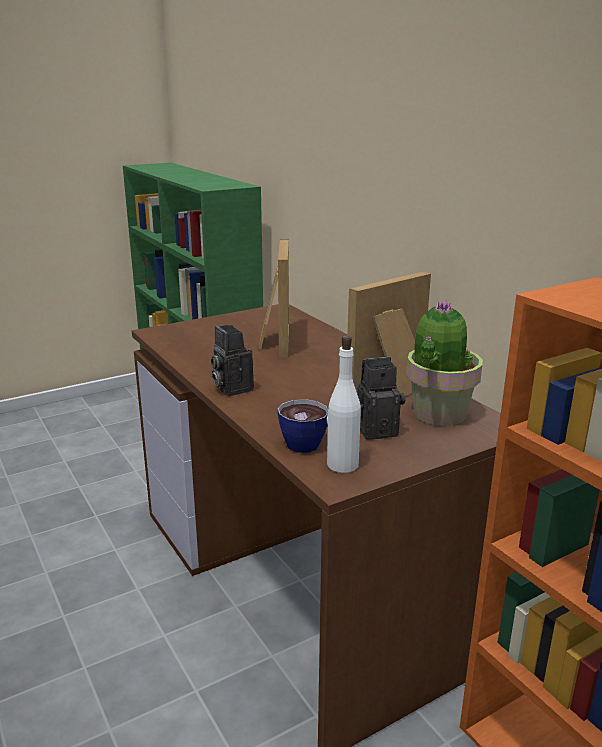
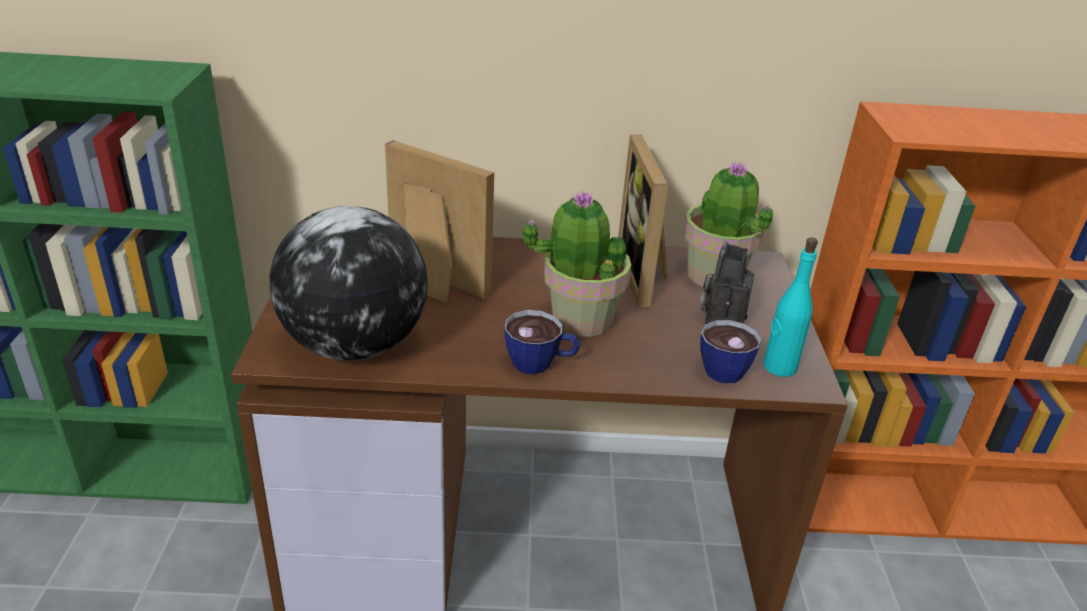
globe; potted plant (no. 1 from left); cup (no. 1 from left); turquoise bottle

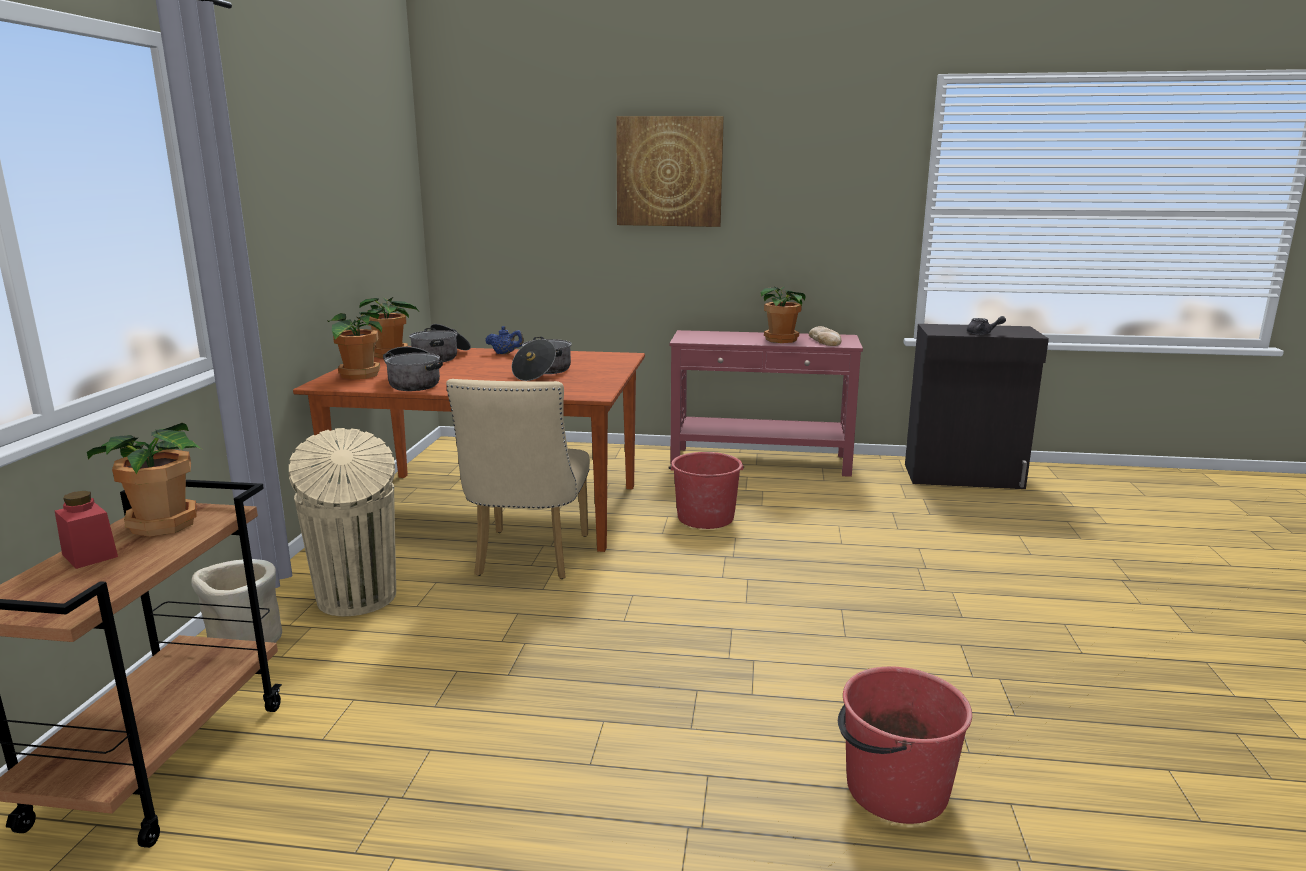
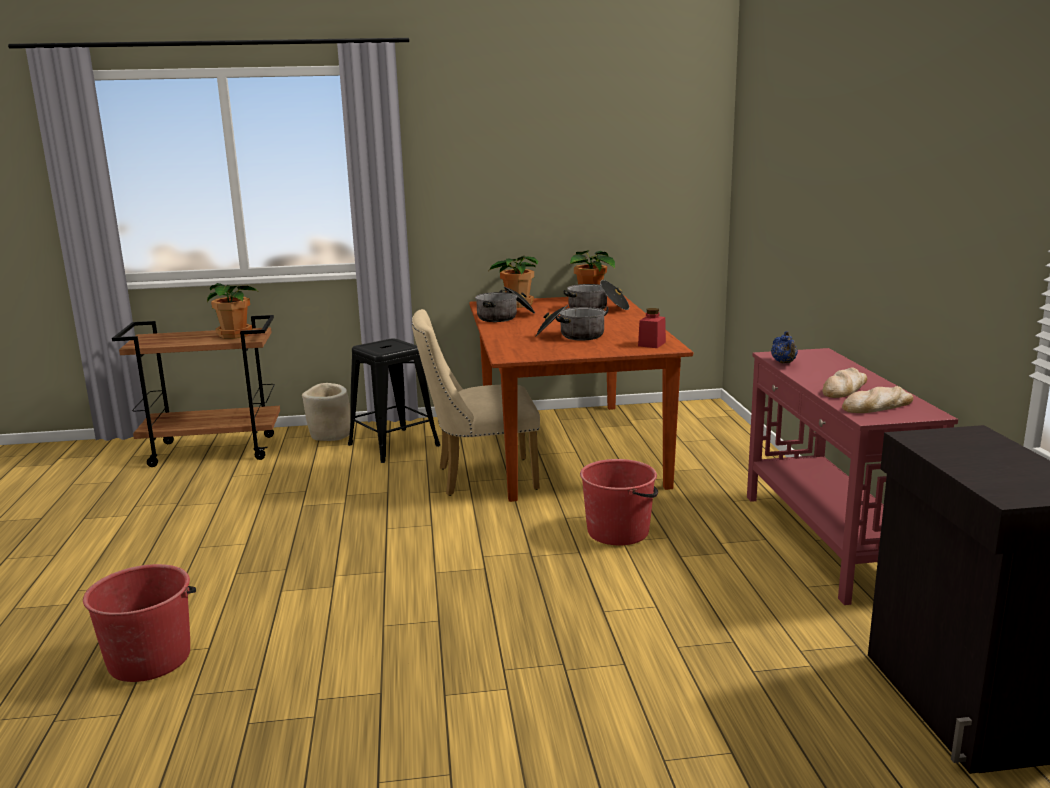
picture; grey teapot; red jar; blue teapot; black stool; bread (no. 1 from left)

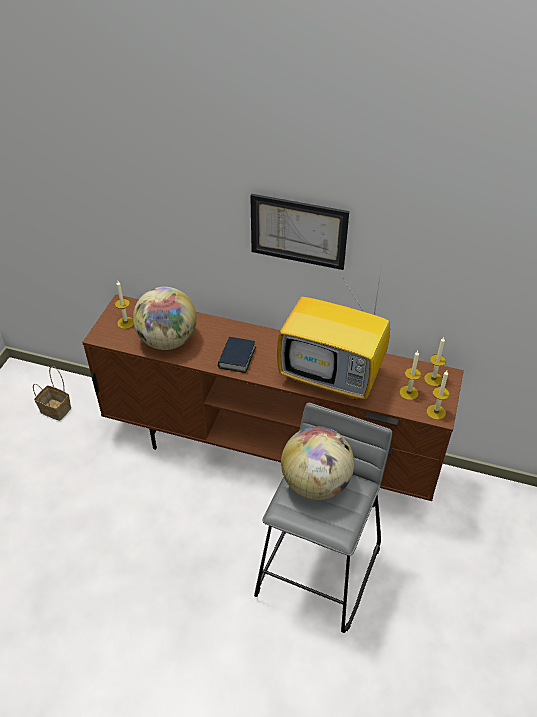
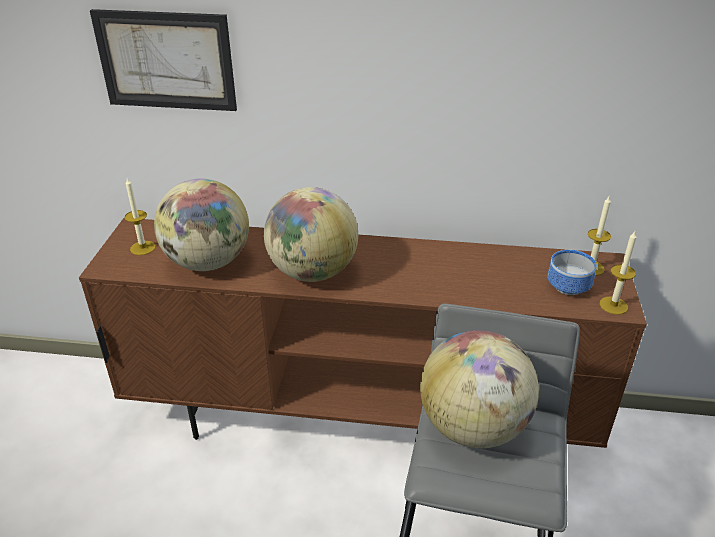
basket; television; picture; globe (no. 2 from left); bowl

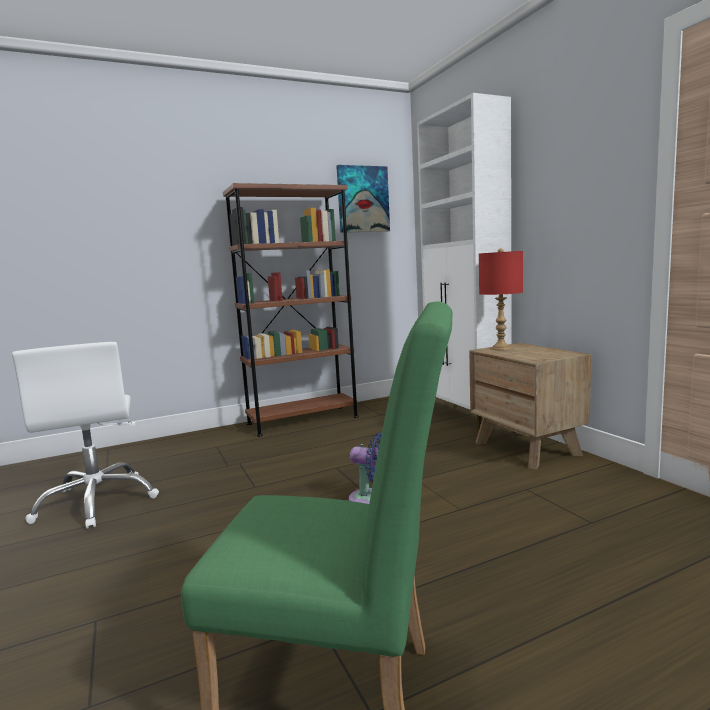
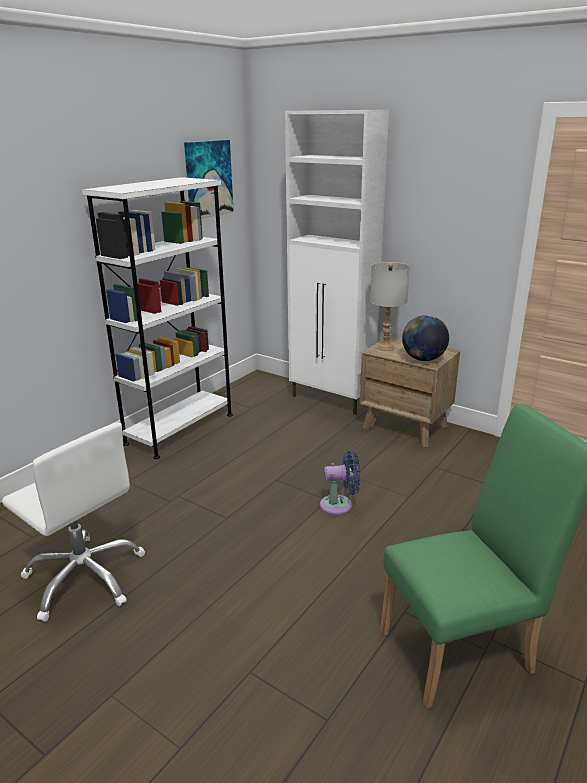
globe; white bookcase; grey table lamp

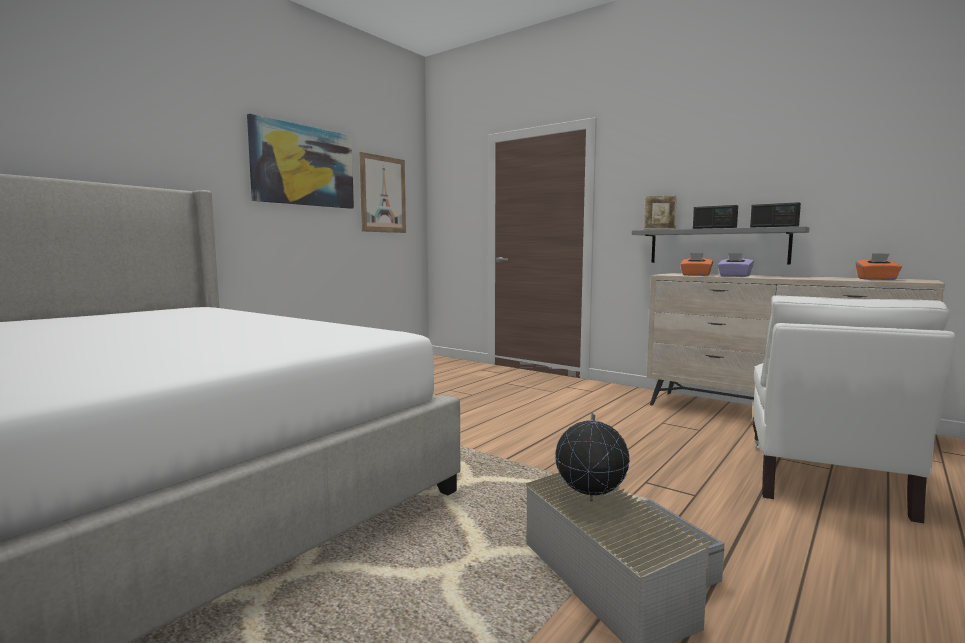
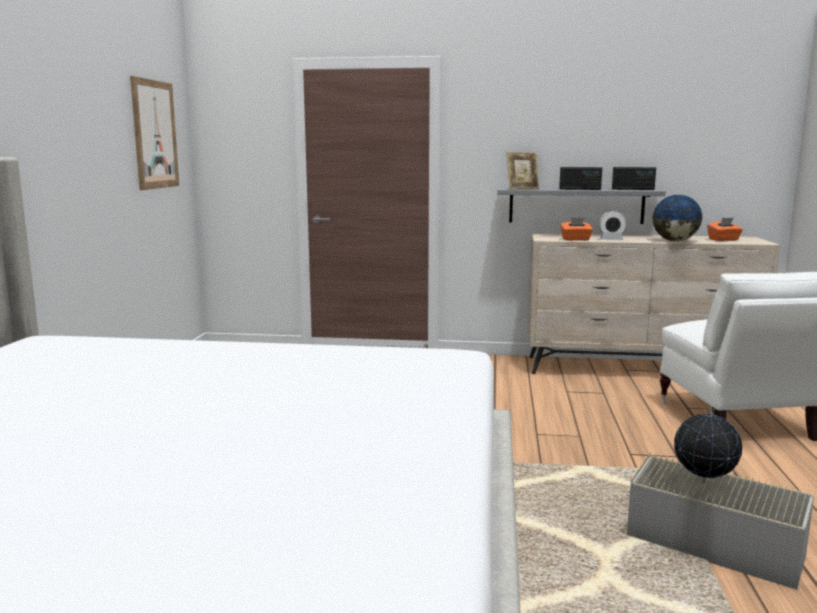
picture (no. 1 from left in the first image); globe (no. 1 from left); alarm clock

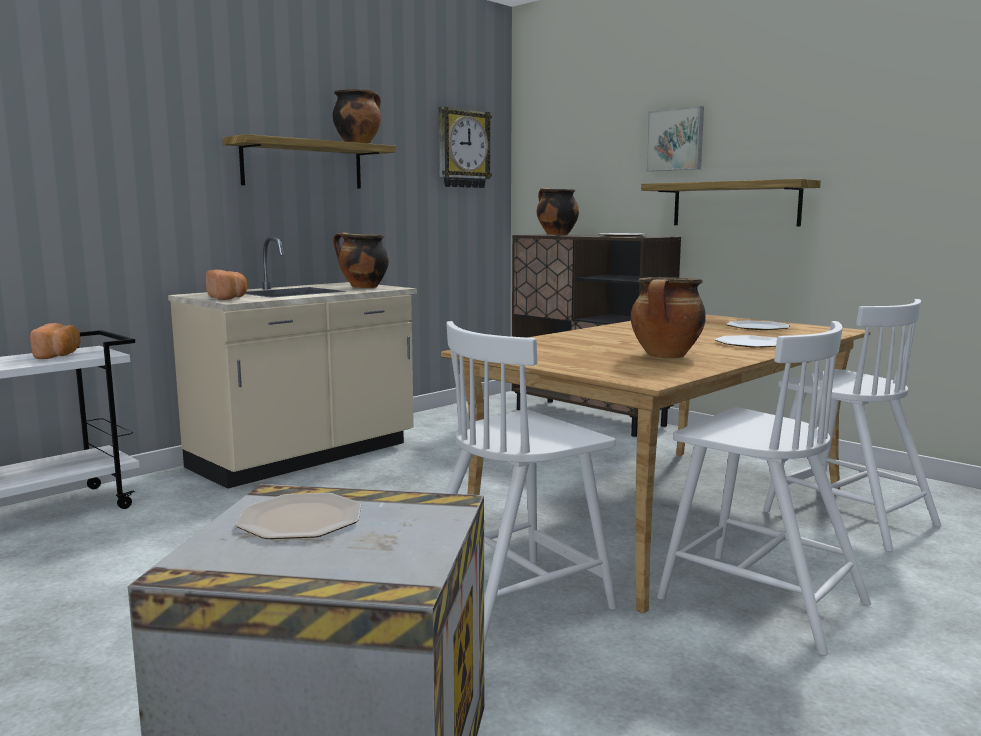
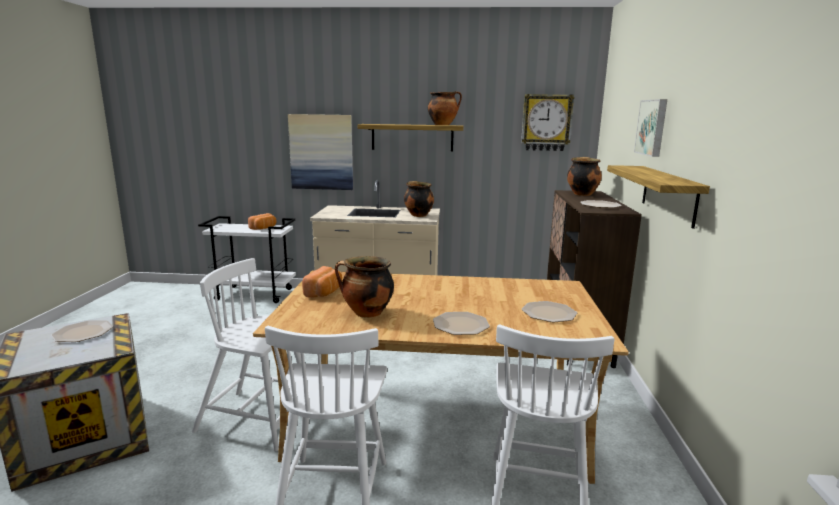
picture (no. 1 from left); bread (no. 2 from left)

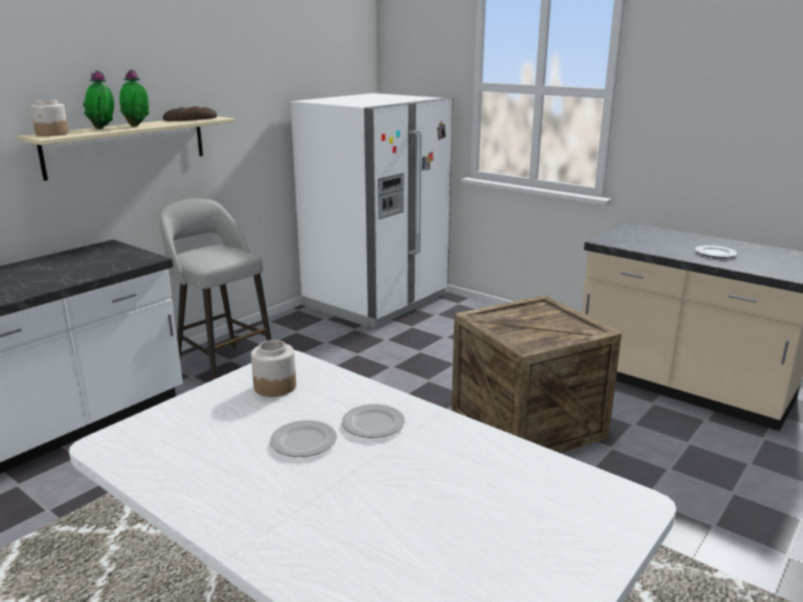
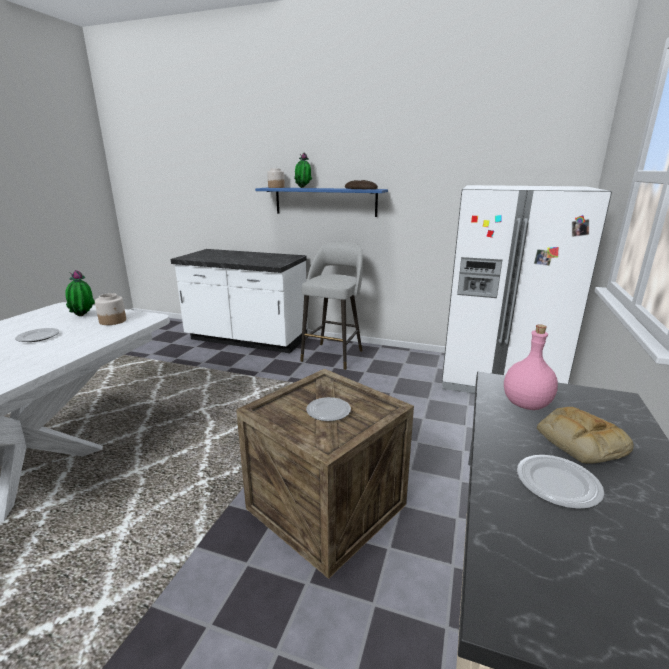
pink bottle; bread (no. 2 from left); potted plant (no. 1 from left); plate (no. 2 from left); blue shelf

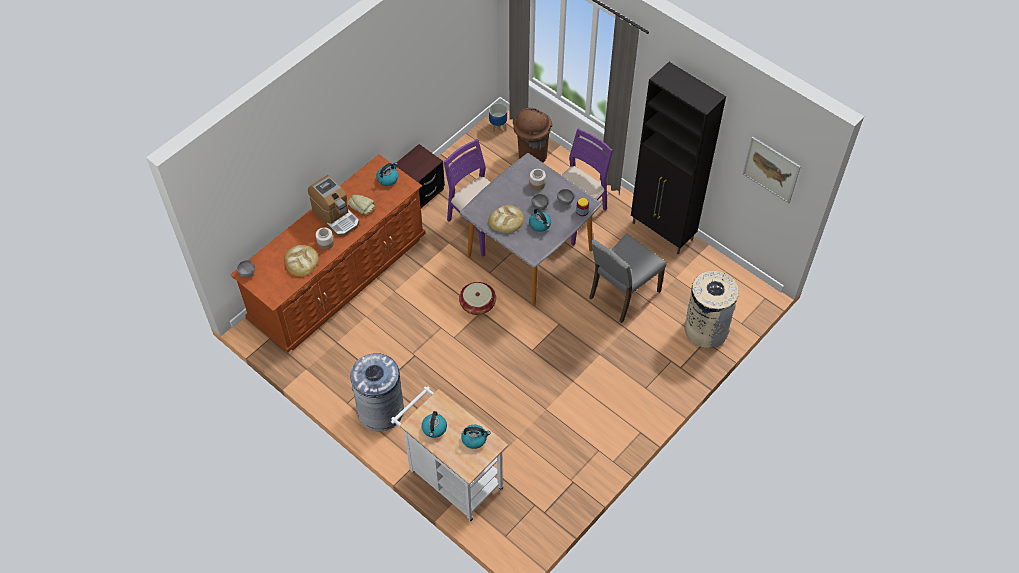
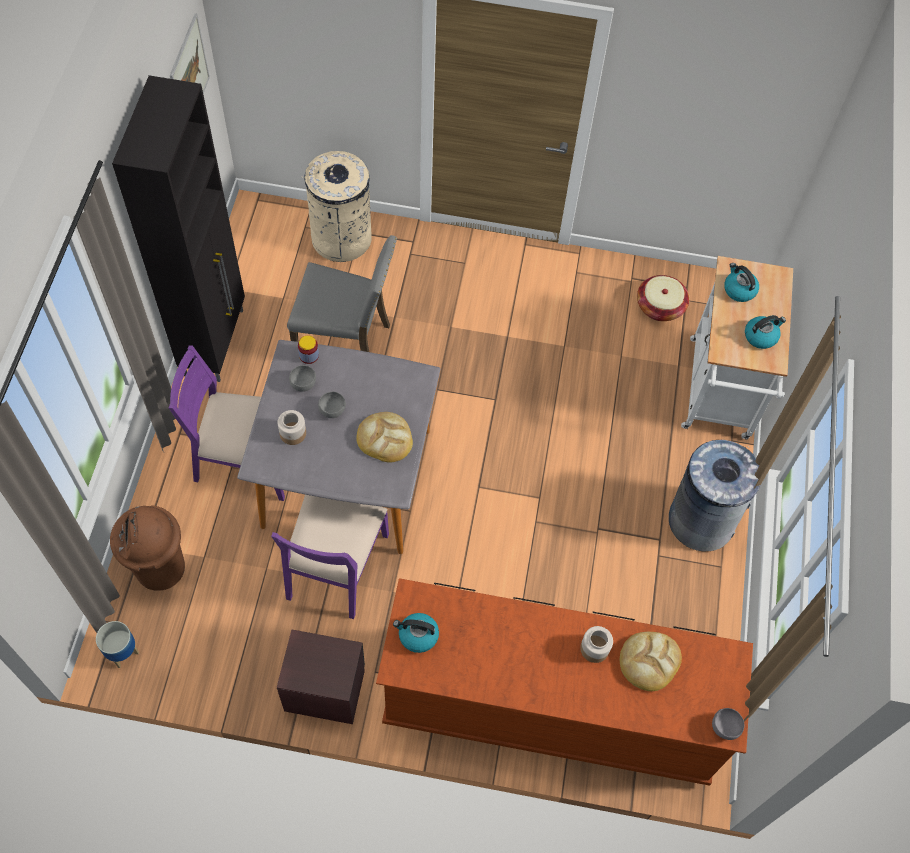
coffee machine; bread (no. 2 from left in the first image); kettle (no. 4 from left in the first image); basket

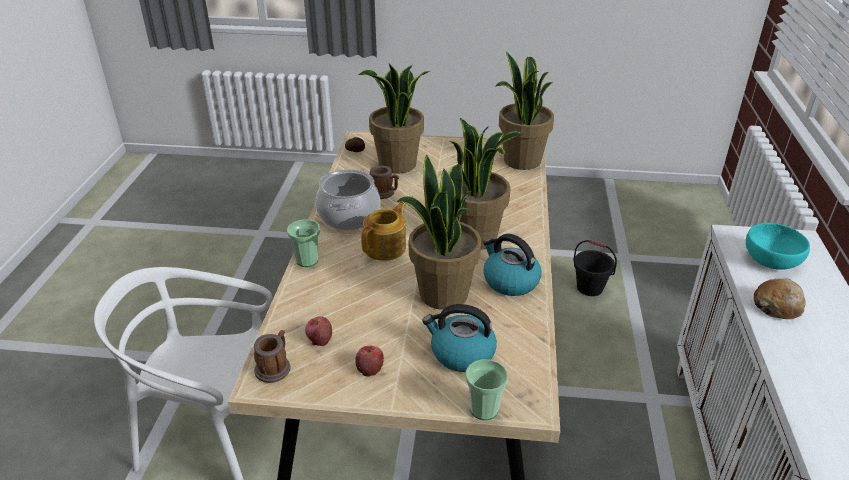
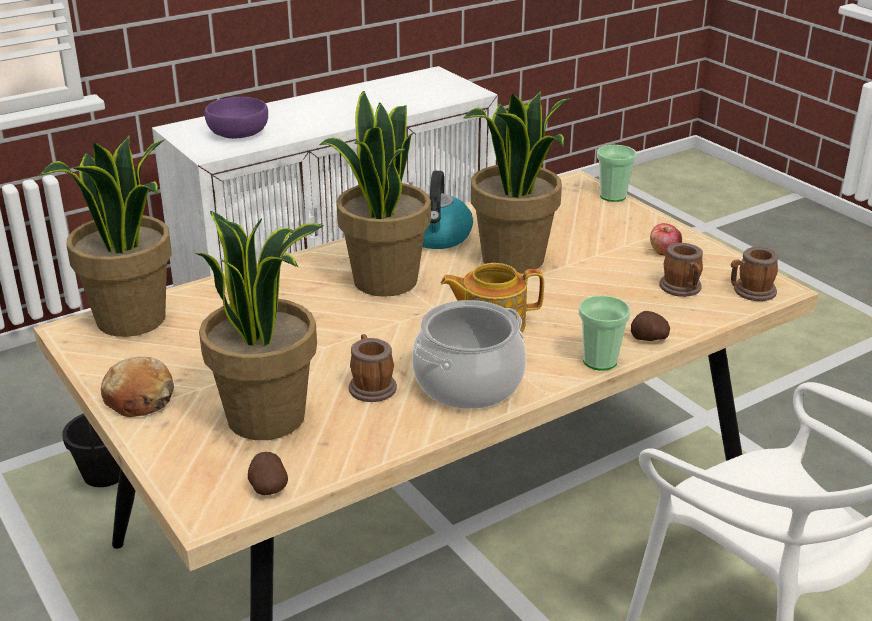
kettle (no. 1 from left in the first image); potato (no. 2 from left); bread; mug (no. 2 from left); purple bowl

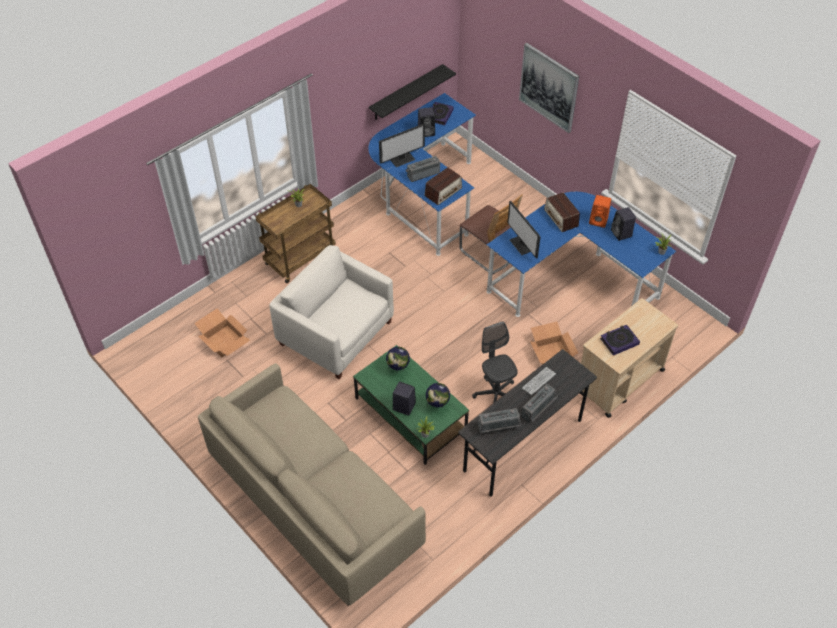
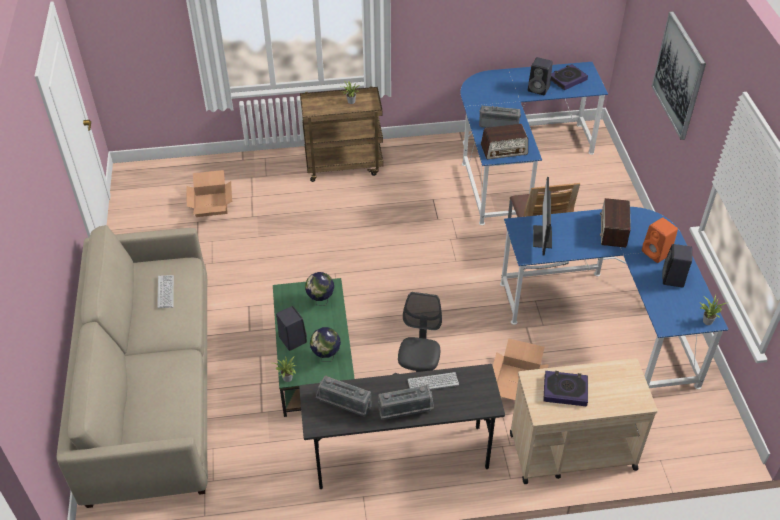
white armchair; black shelf; monitor (no. 1 from left in the first image); keyboard (no. 1 from left)

